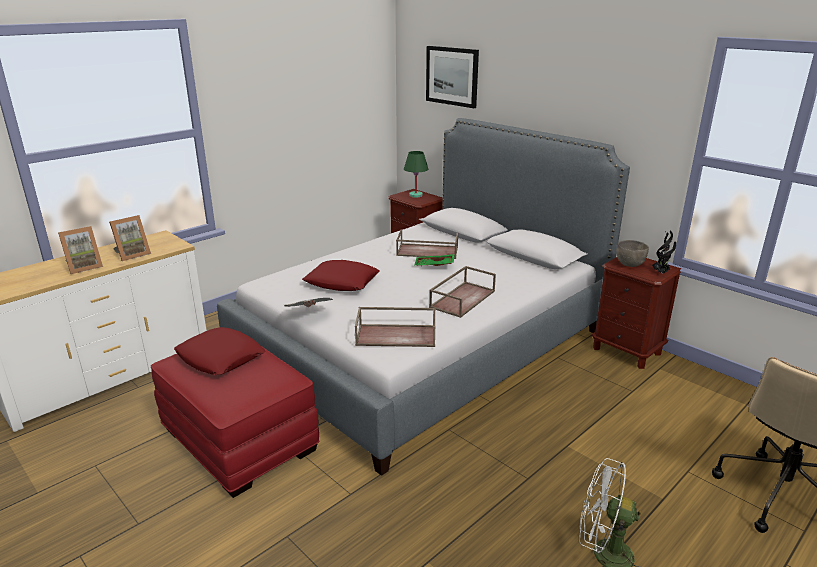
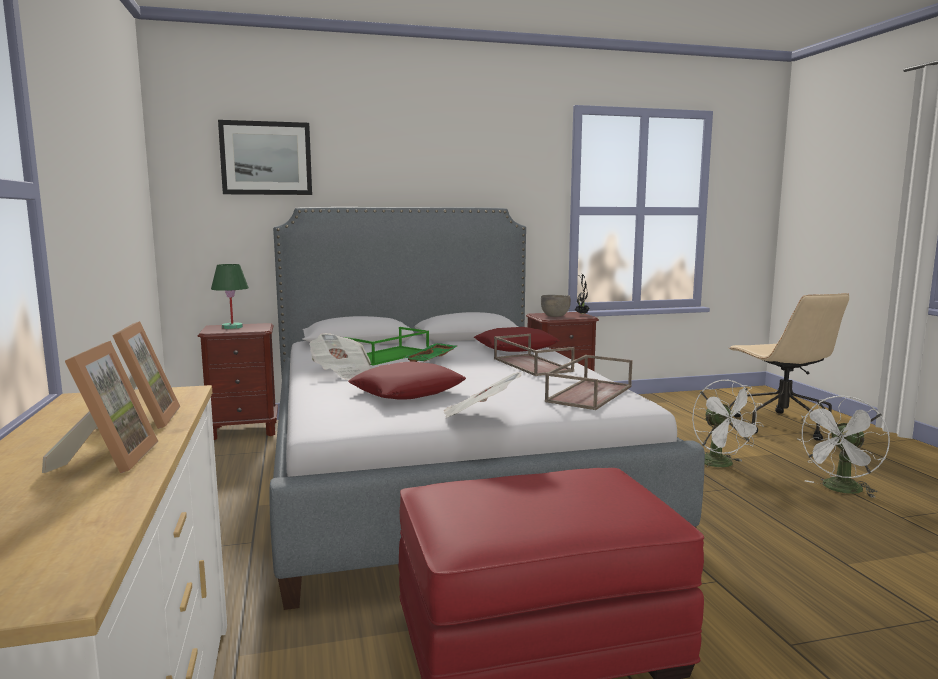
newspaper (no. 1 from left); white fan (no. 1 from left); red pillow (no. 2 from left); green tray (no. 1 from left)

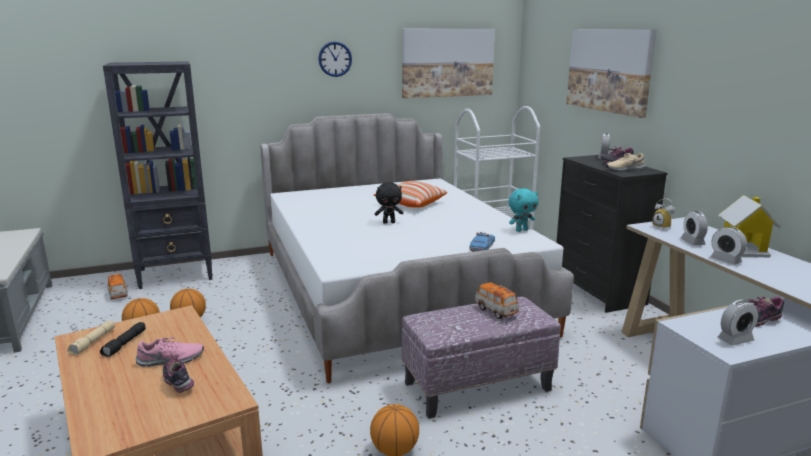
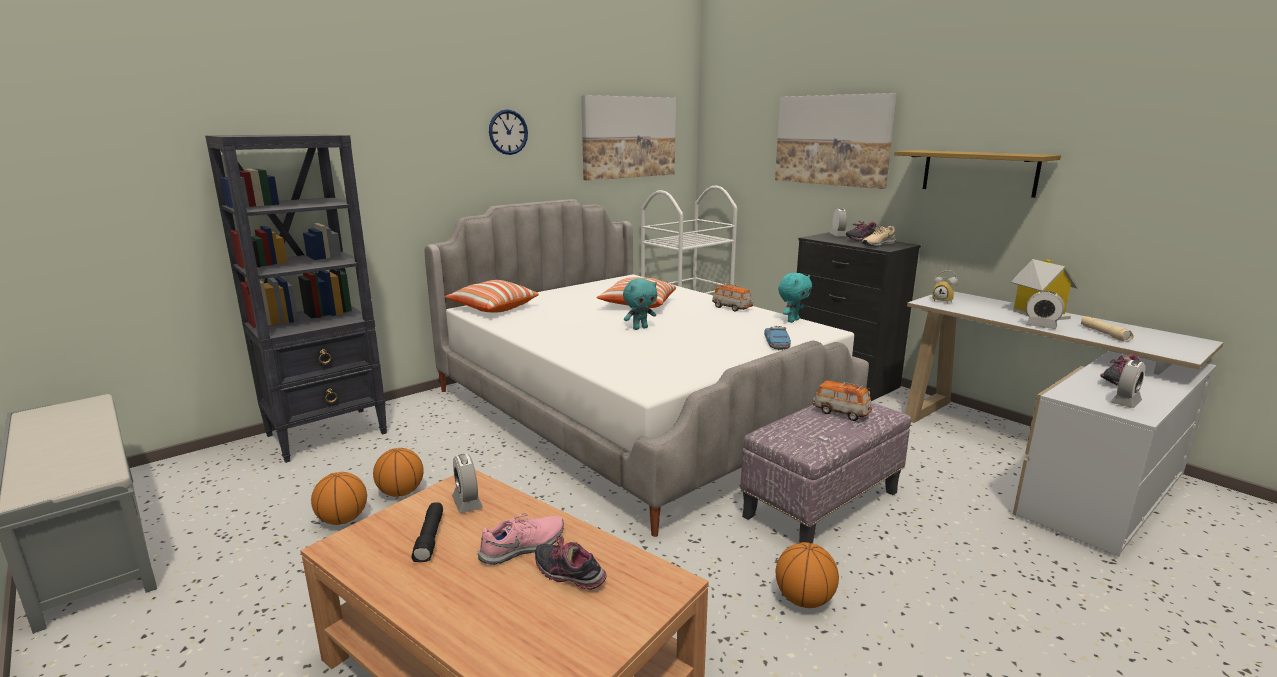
pillow (no. 1 from left); shelf; beige flashlight; toy car (no. 1 from left); alarm clock (no. 1 from left); turquoise plush toy (no. 1 from left)

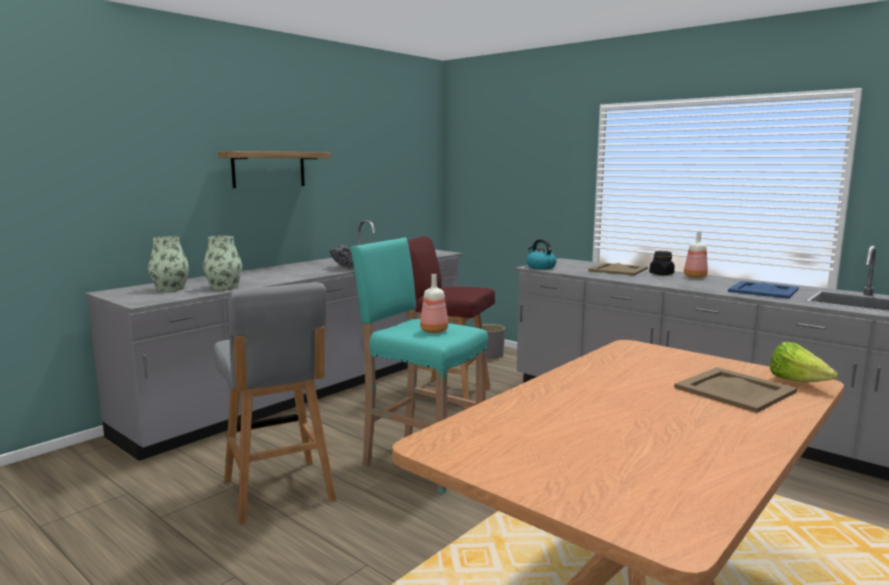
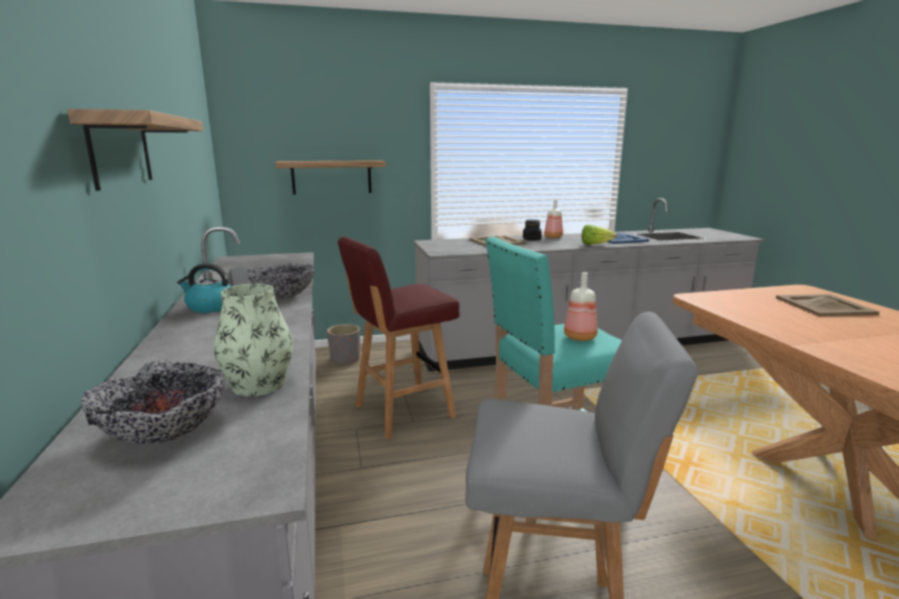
shelf (no. 2 from left); kettle; lettuce; bowl (no. 1 from left)

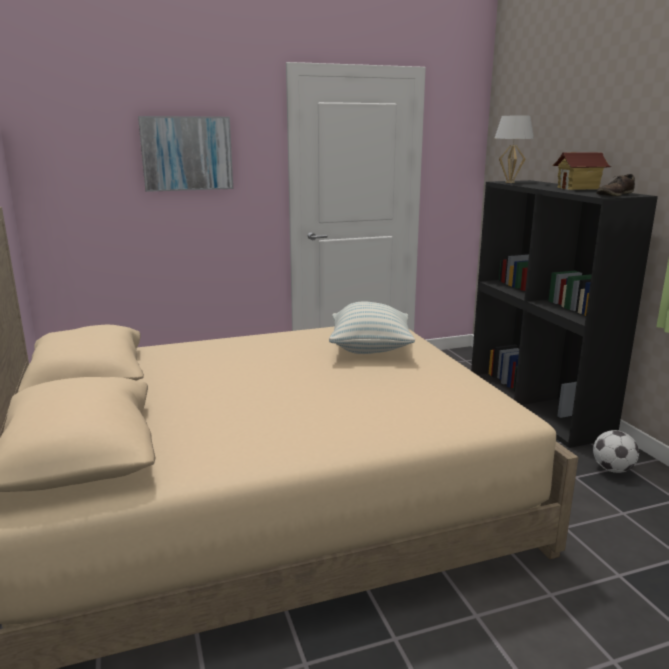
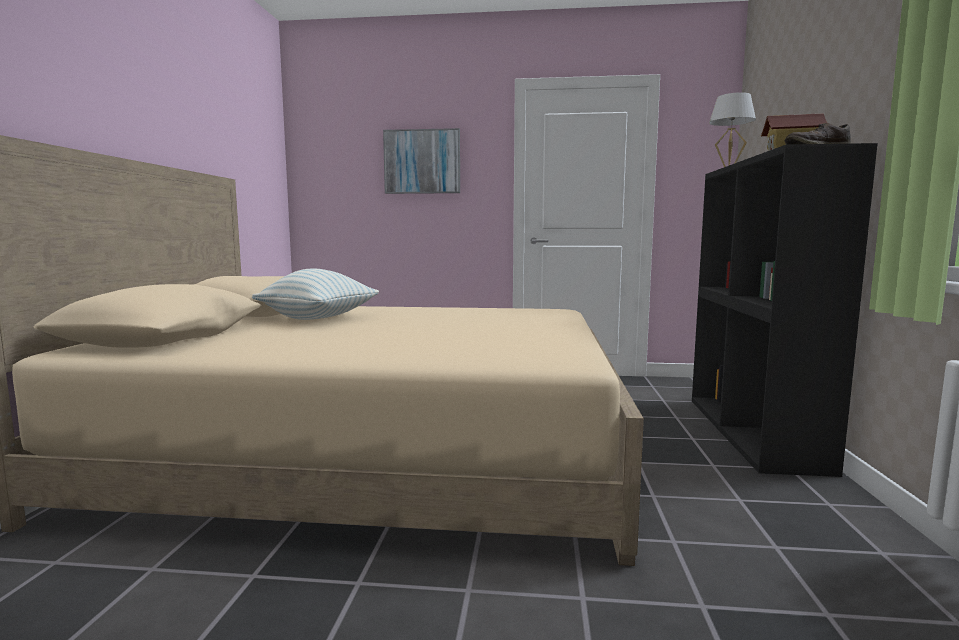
football; pillow

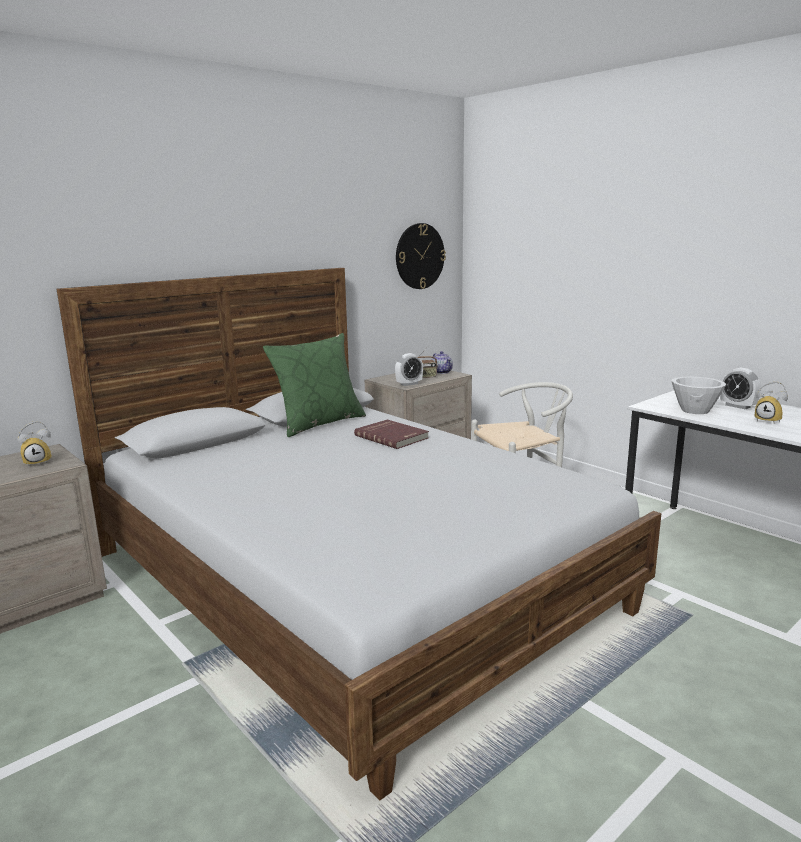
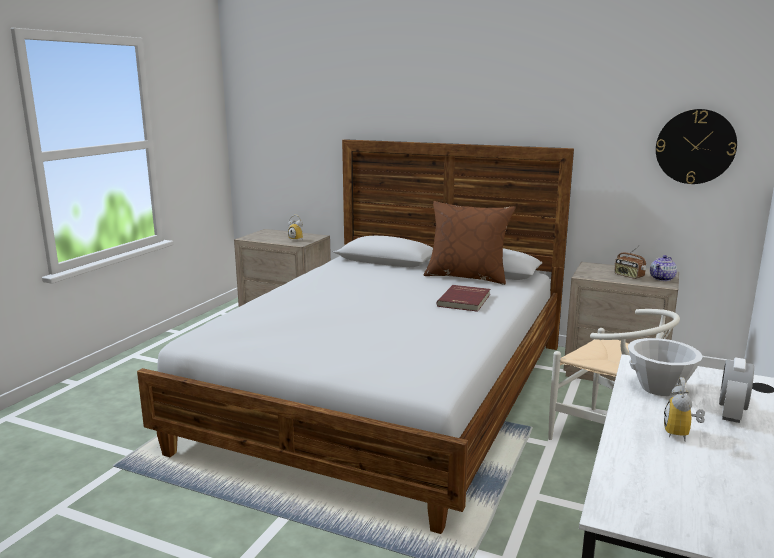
alarm clock (no. 2 from left in the first image); brown pillow

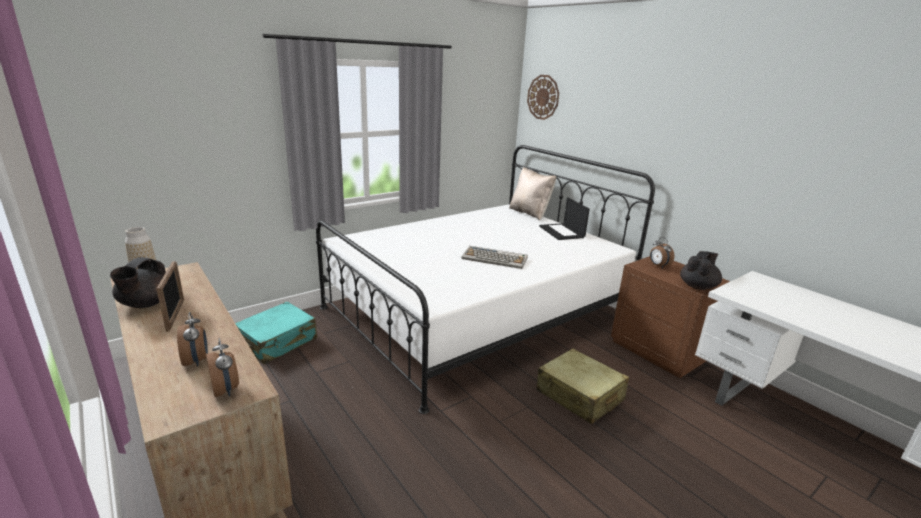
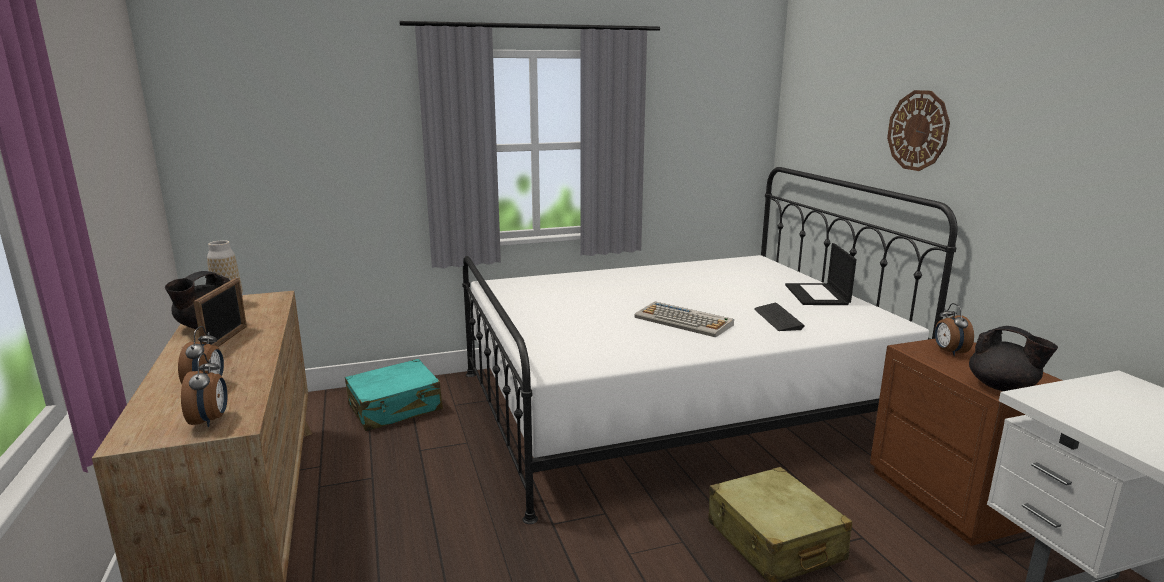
beige pillow; keyboard (no. 2 from left); wall clock; black teapot (no. 2 from left)

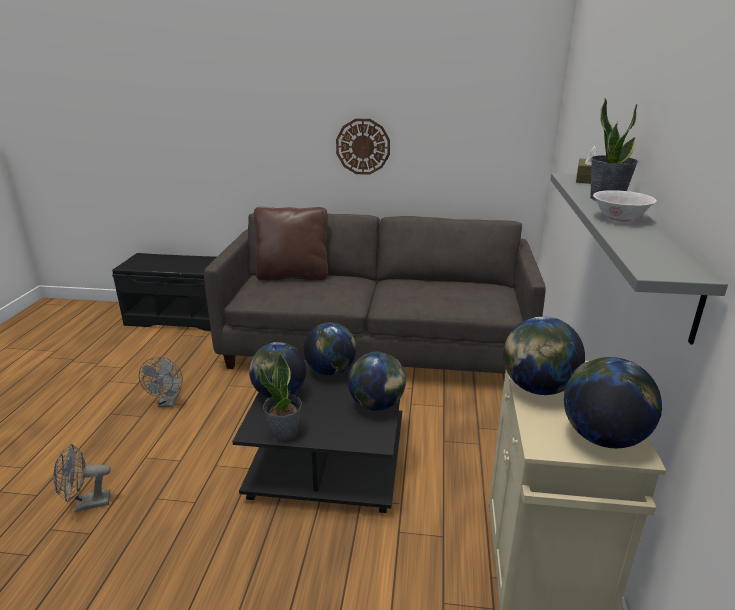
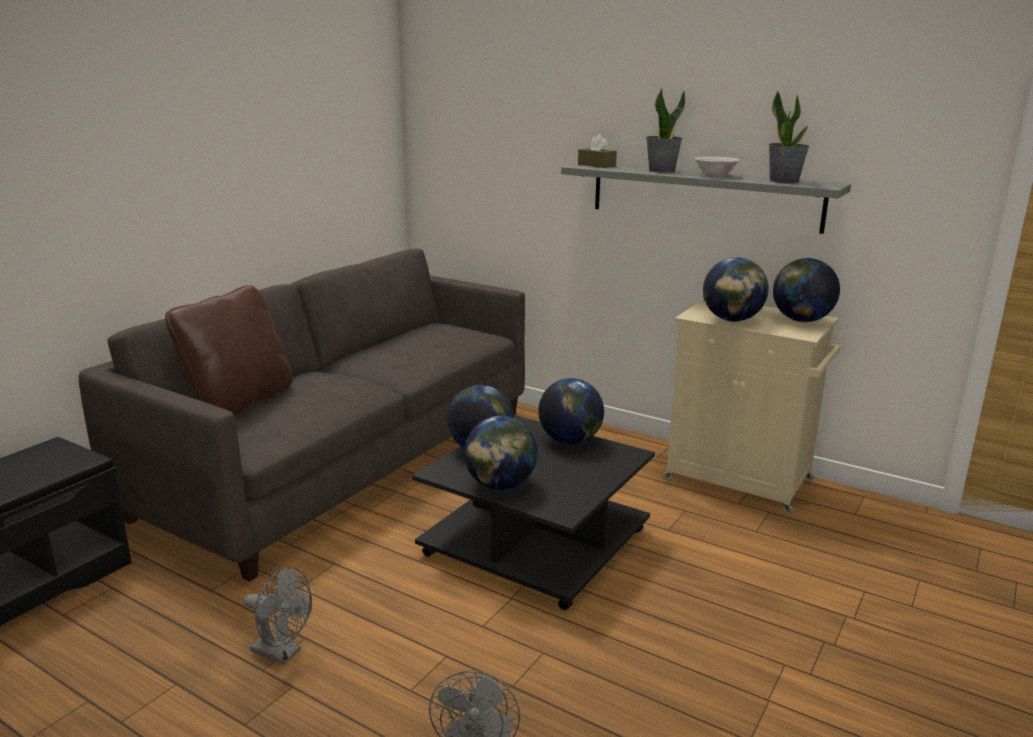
wall clock; potted plant (no. 2 from left)

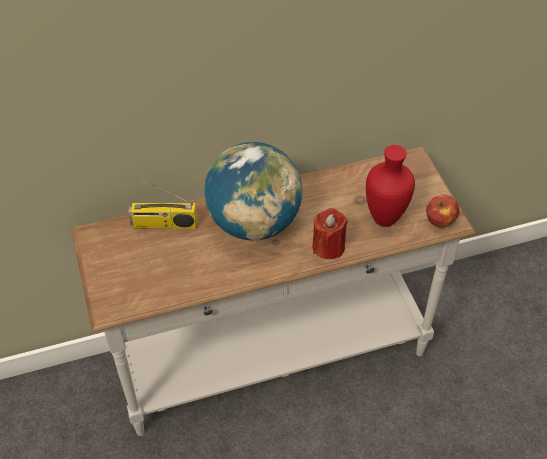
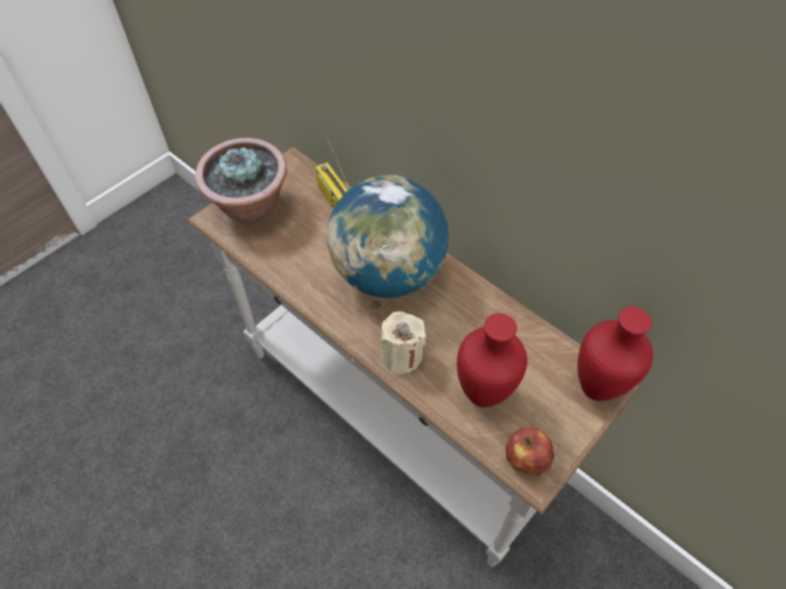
potted plant; red vase (no. 2 from left); beige candle

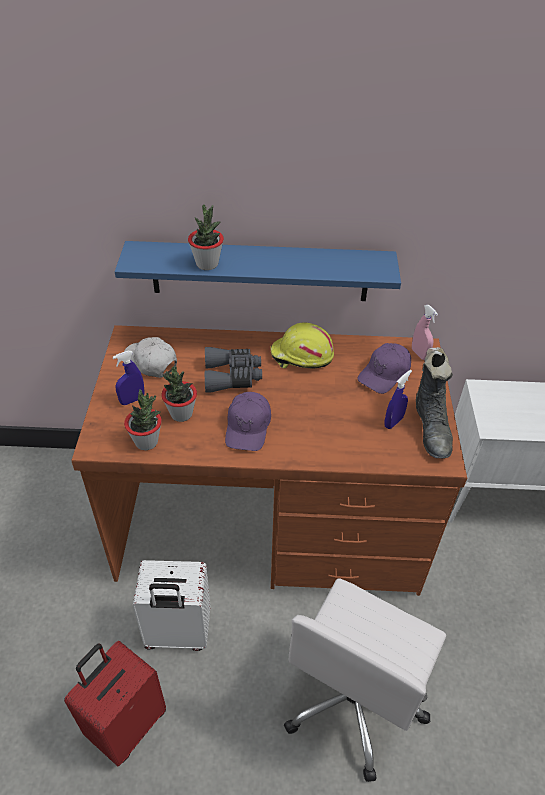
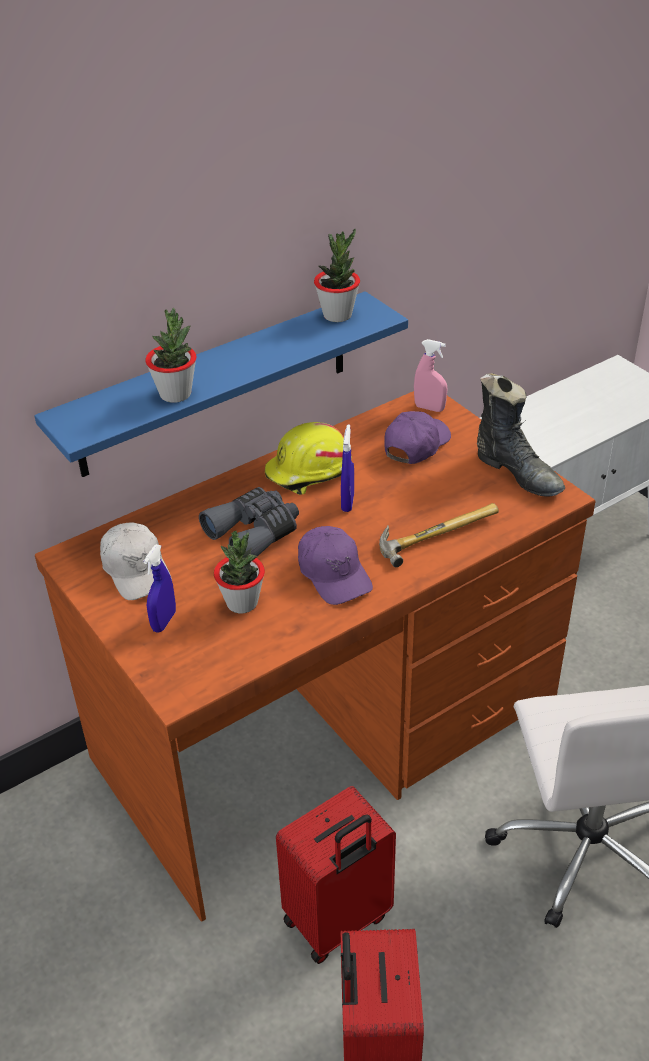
hammer; potted plant (no. 3 from left); blue spray bottle (no. 2 from left); red suitcase (no. 1 from left); white cap; purple cap (no. 2 from left)

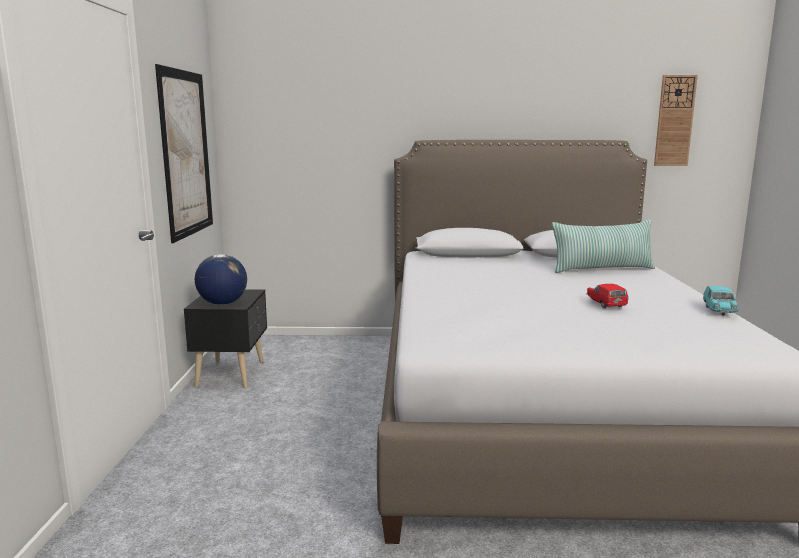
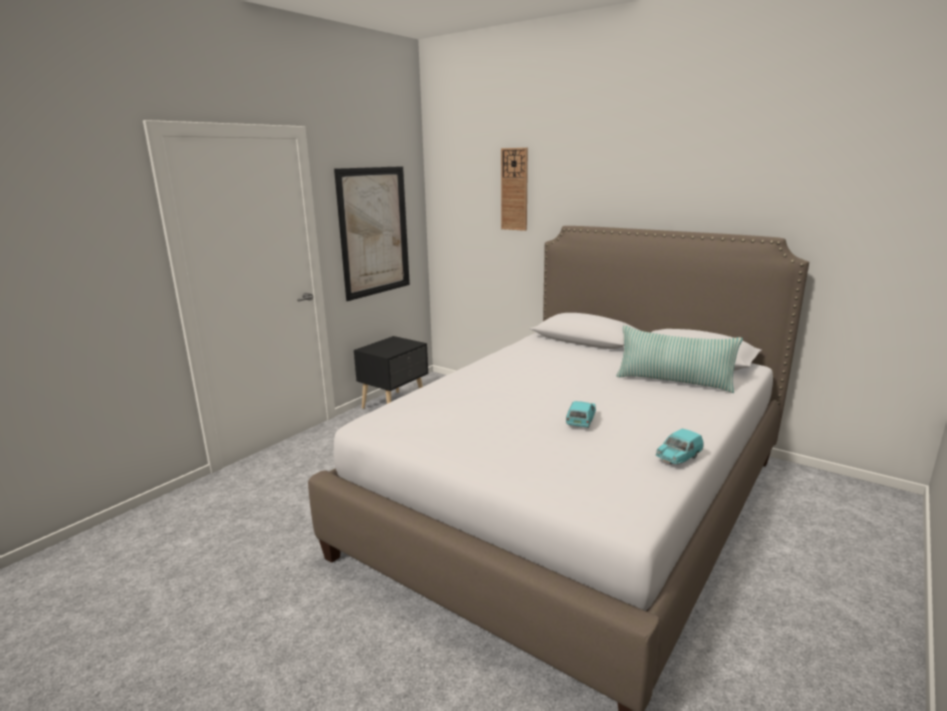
globe; wall clock; turquoise toy car (no. 1 from left)

